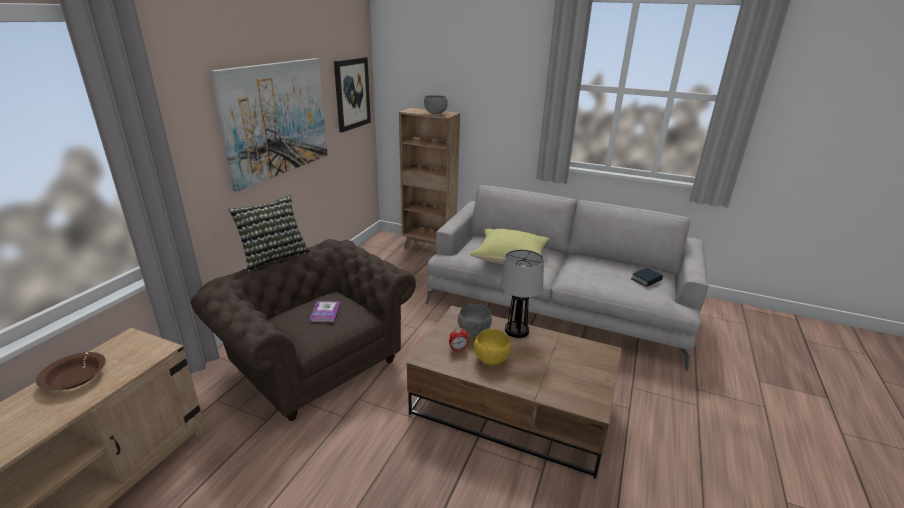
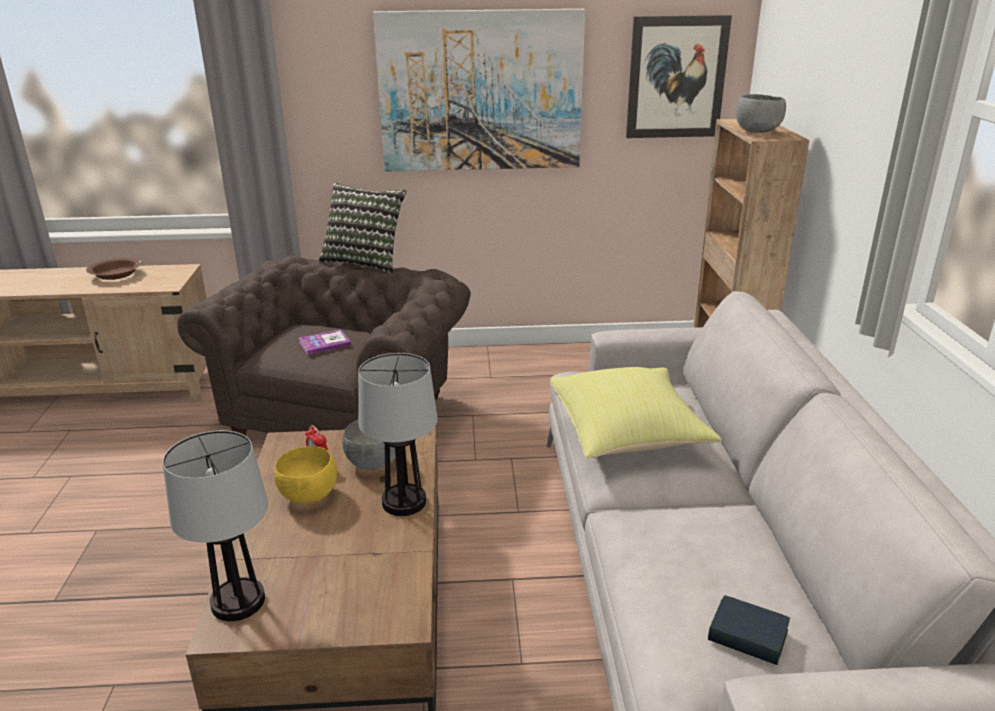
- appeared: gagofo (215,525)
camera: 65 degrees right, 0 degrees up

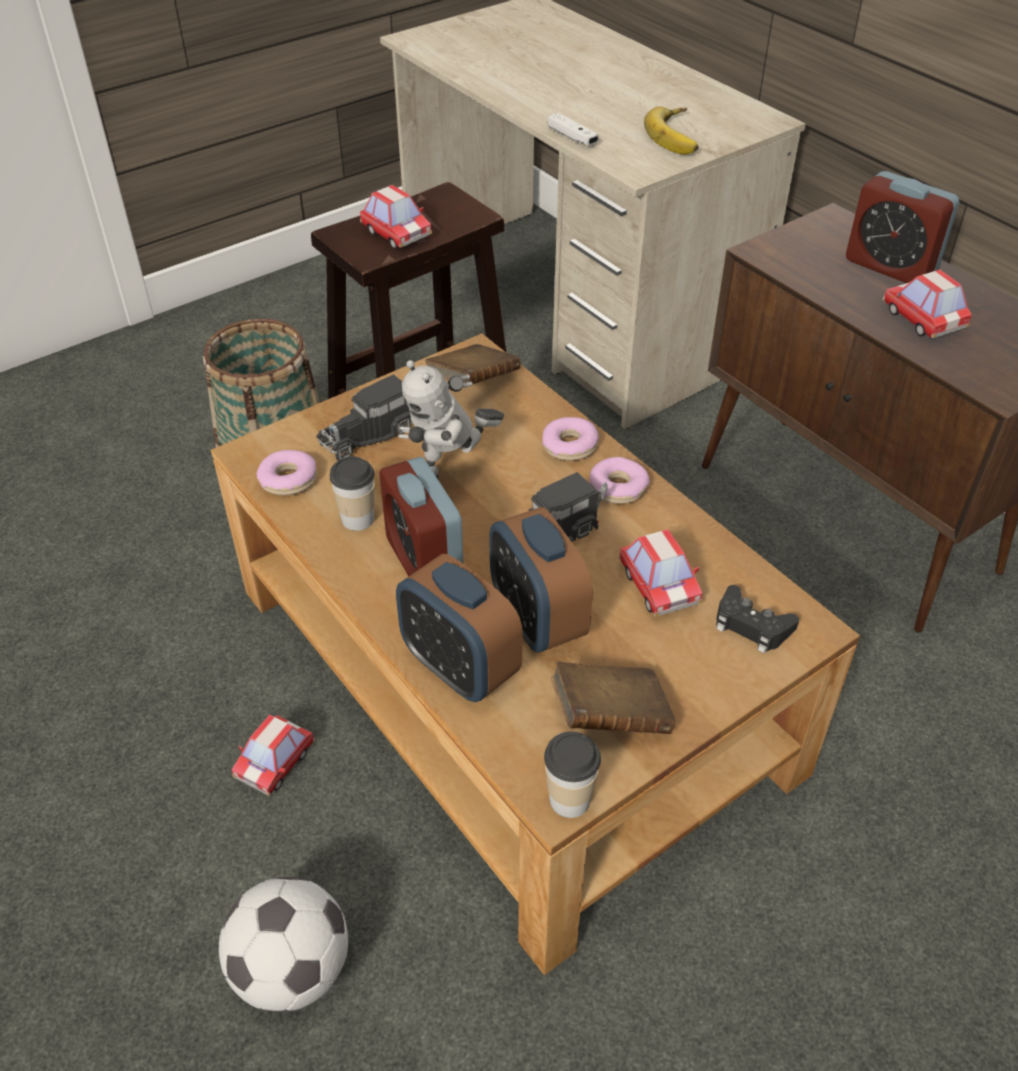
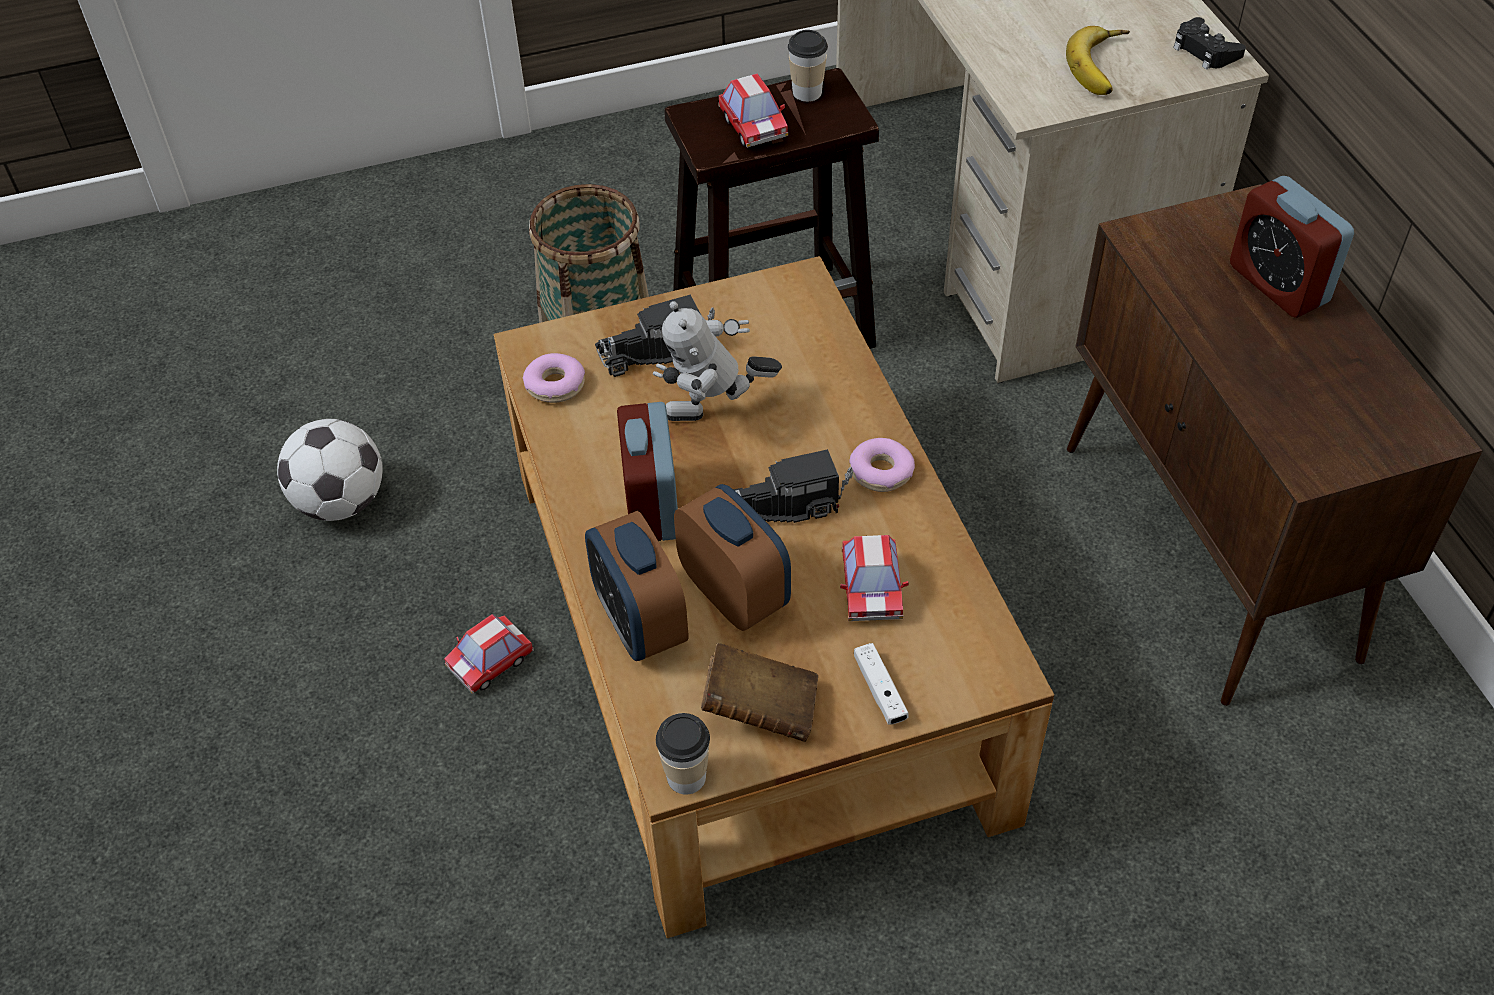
- relocated: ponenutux (283,944) to (330,470)
- spun: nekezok (541,580) = (732,557) 150 degrees clockwise
- relocated: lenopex (352,493) to (808,66)
- relocated: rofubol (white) (573,129) to (881,683)
- relocated: rofubol (black) (757,619) to (1209,43)
- missing: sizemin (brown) (473,364)
- missing: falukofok (570,439)
- missing: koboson (927,304)
camera: 20 degrees right, 5 degrees up

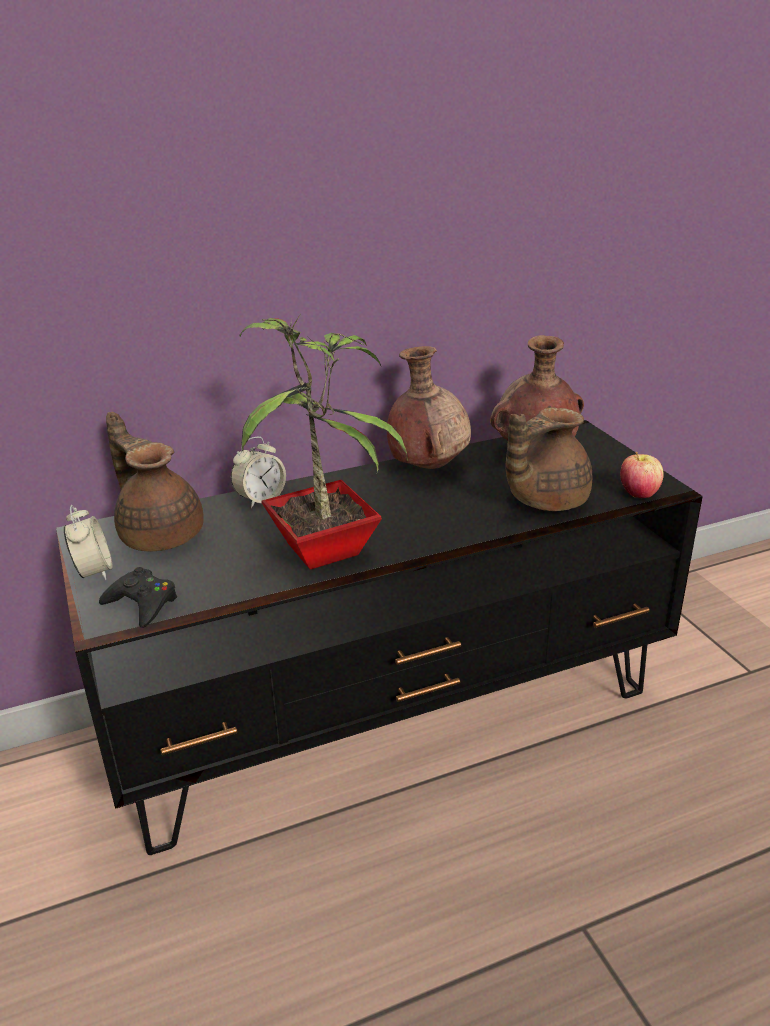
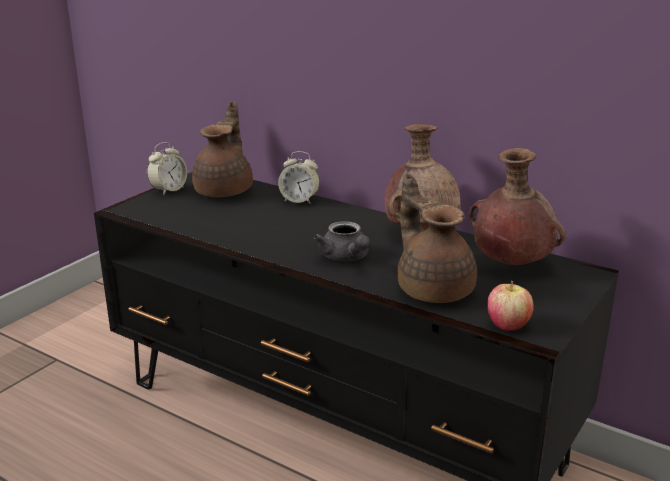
- appeared: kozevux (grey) (342,241)
- spun: kozevux (brown) (548,459) = (437,238) 45 degrees clockwise
- missing: rofubol (black) (138,597)
- missing: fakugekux (324,442)
camera: 55 degrees right, 5 degrees down

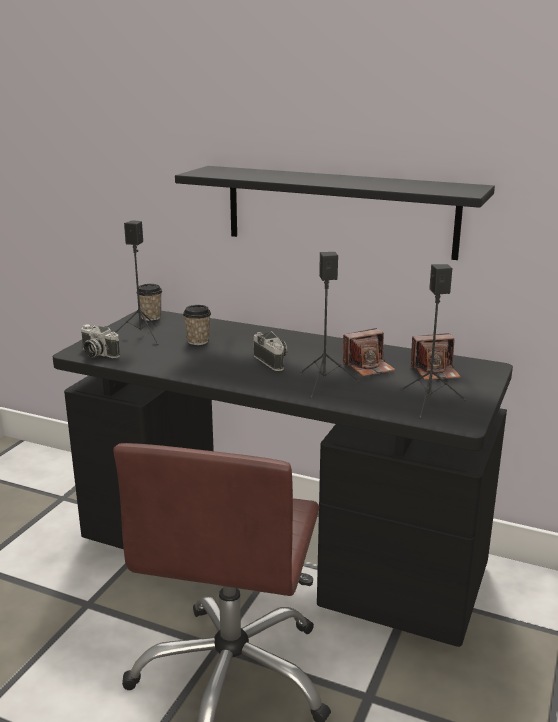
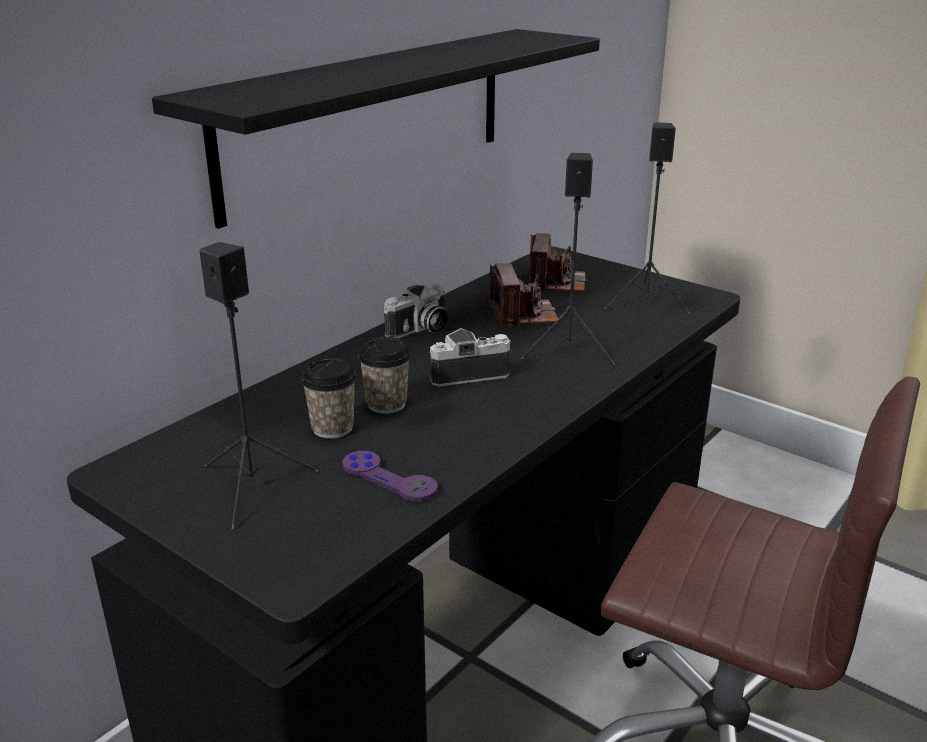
- appeared: rofubol (purple) (390,476)
- relocated: lenopex (149,302) to (384,375)
- relocated: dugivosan (100,341) to (416,311)
camera: 75 degrees left, 5 degrees up

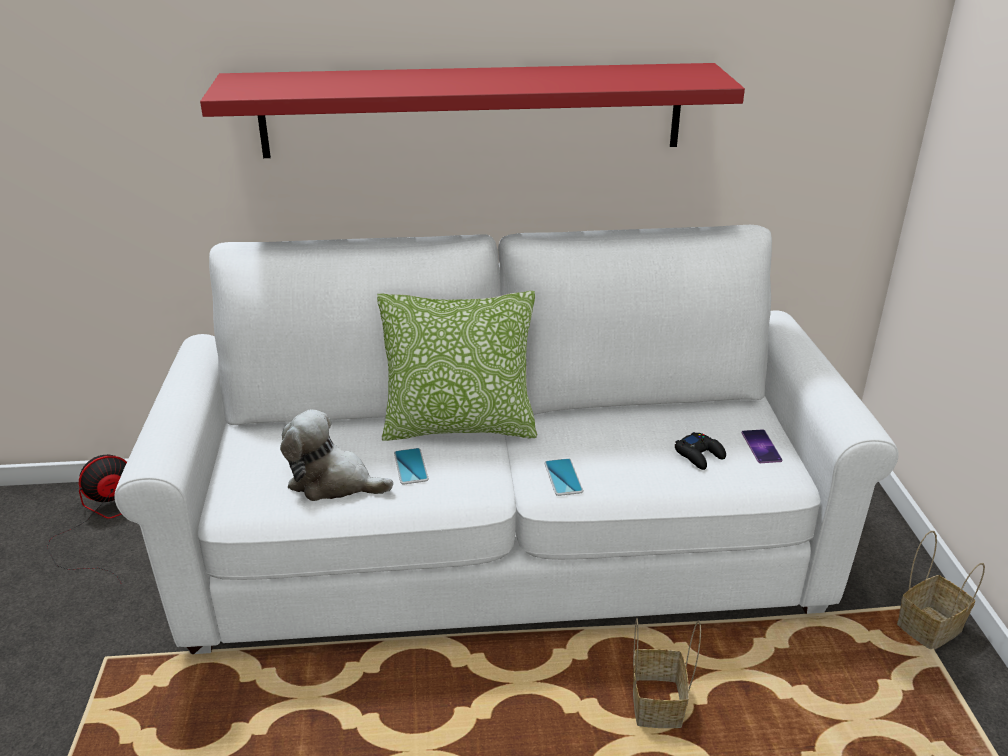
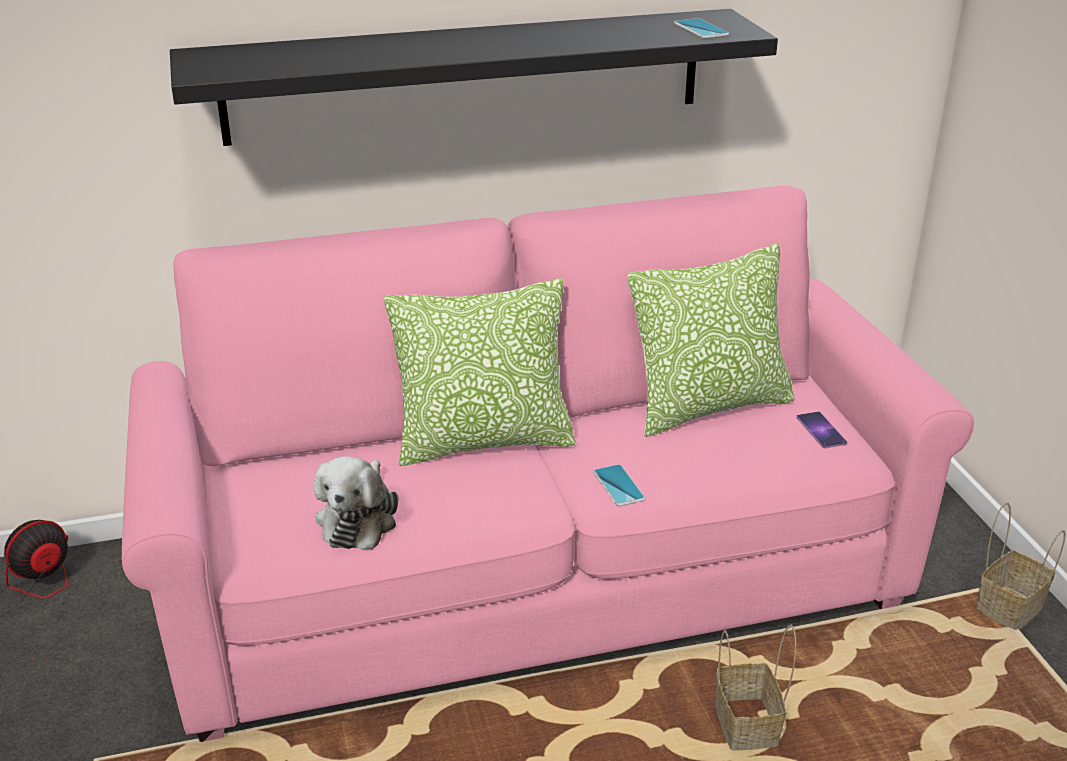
- colour: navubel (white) (506,439) to navubel (pink) (548,464)
- colour: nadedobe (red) (472,110) to nadedobe (black) (474,77)
- spun: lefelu (336,455) = (356,503) 90 degrees counterclockwise
- appeared: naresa (711,340)
- relocated: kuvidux (411,466) to (701,28)
- missing: rofubol (black) (700,451)
camera: 10 degrees left, 0 degrees up

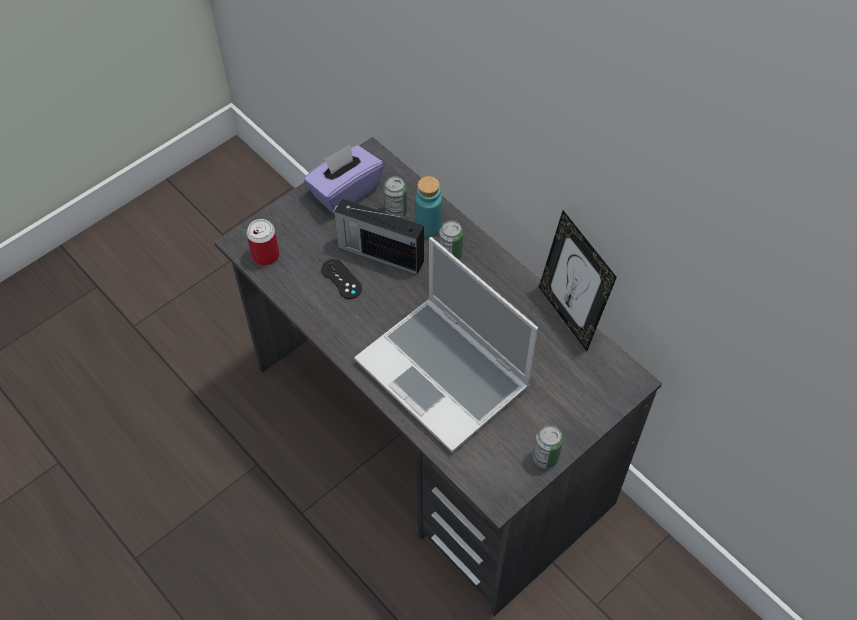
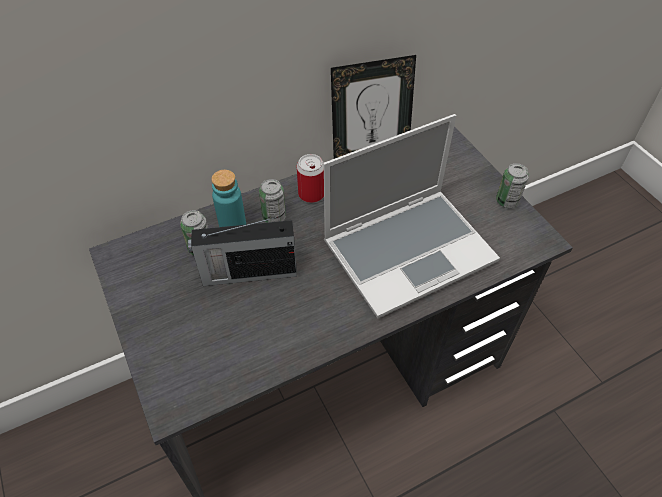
- spun: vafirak (378,236) = (242,251) 45 degrees clockwise
- relocated: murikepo (263,242) to (310,178)
- missing: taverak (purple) (343,179)
- missing: rofubol (black) (341,279)
camera: 75 degrees left, 5 degrees down

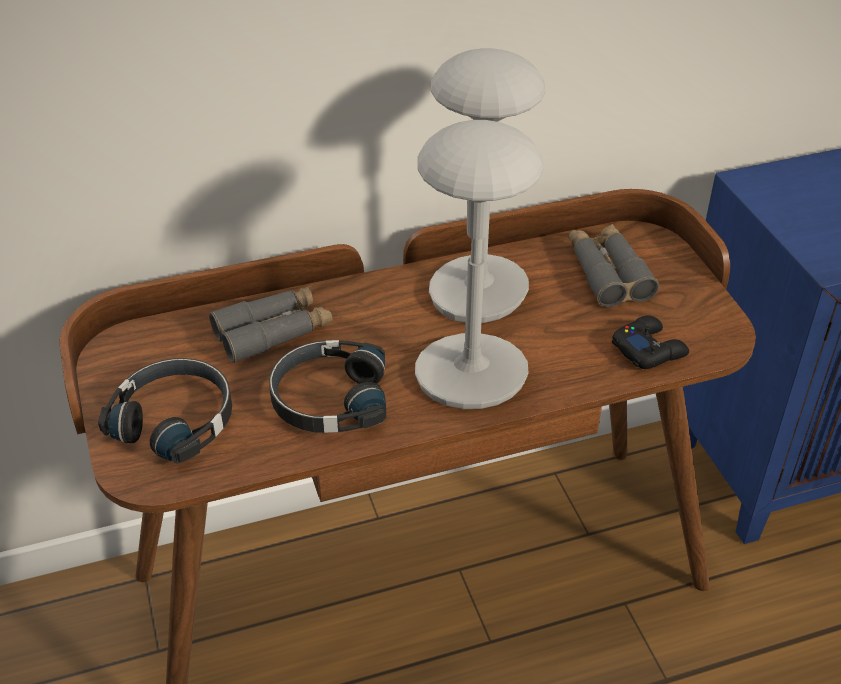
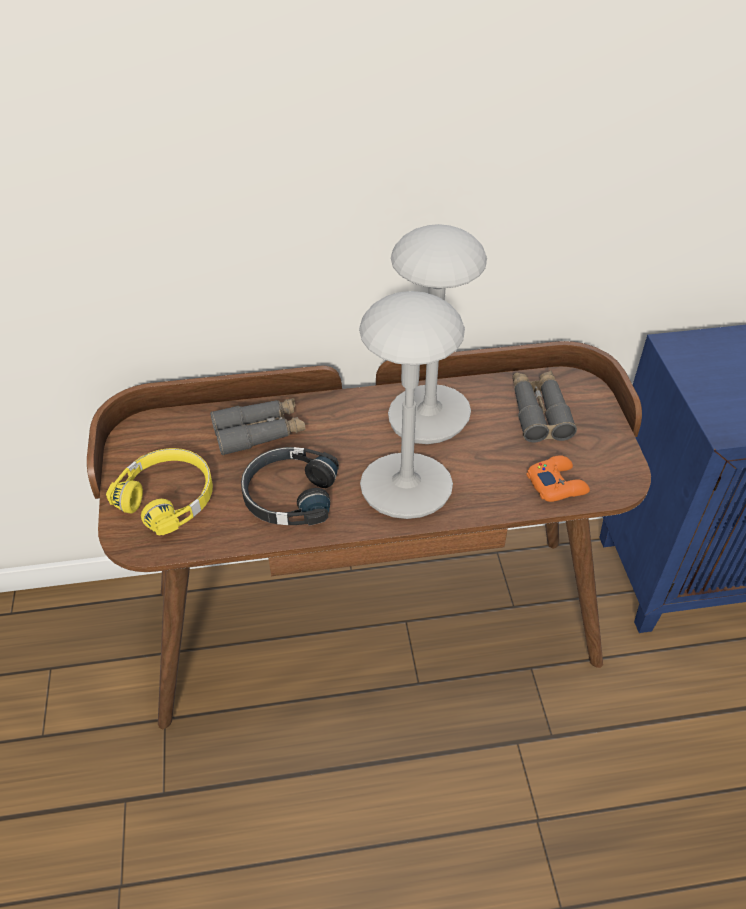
- colour: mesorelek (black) (165,411) to mesorelek (yellow) (159,491)
- colour: rofubol (black) (650,342) to rofubol (orange) (558,478)
camera: 10 degrees right, 5 degrees up

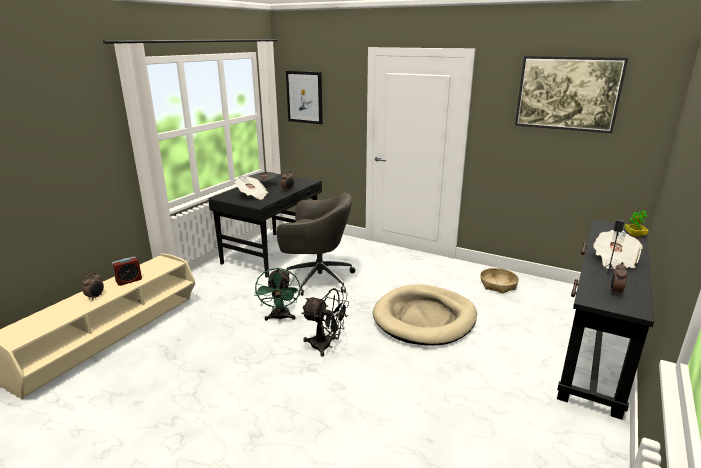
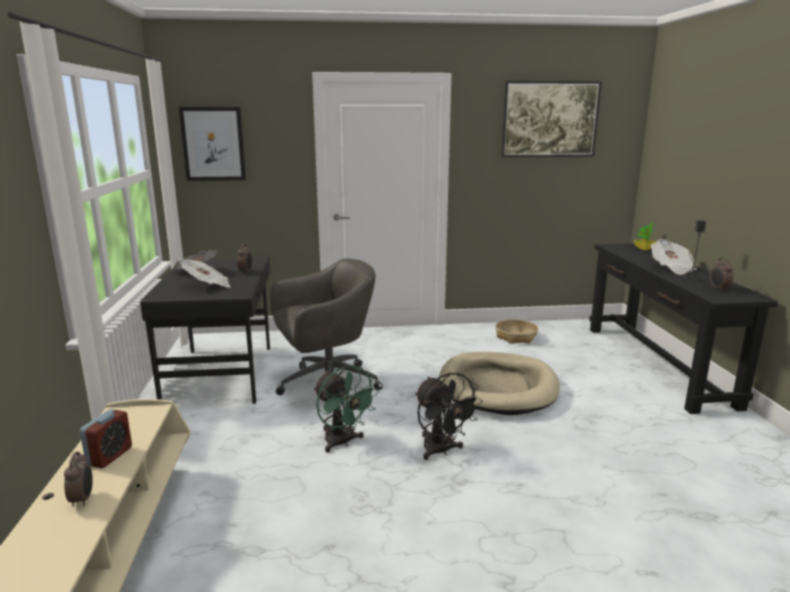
- spun: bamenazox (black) (325,322) = (449,416) 75 degrees clockwise
camera: 35 degrees left, 5 degrees down

